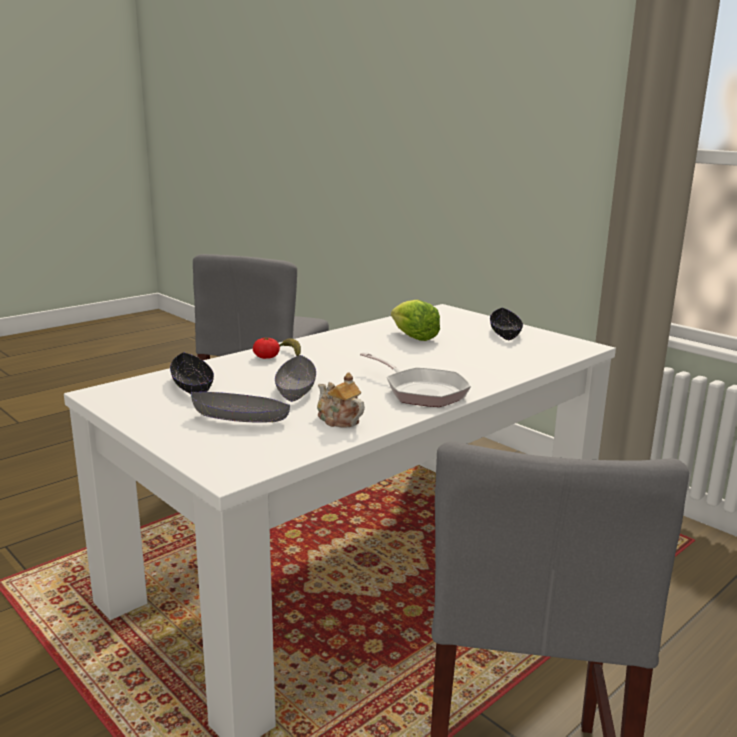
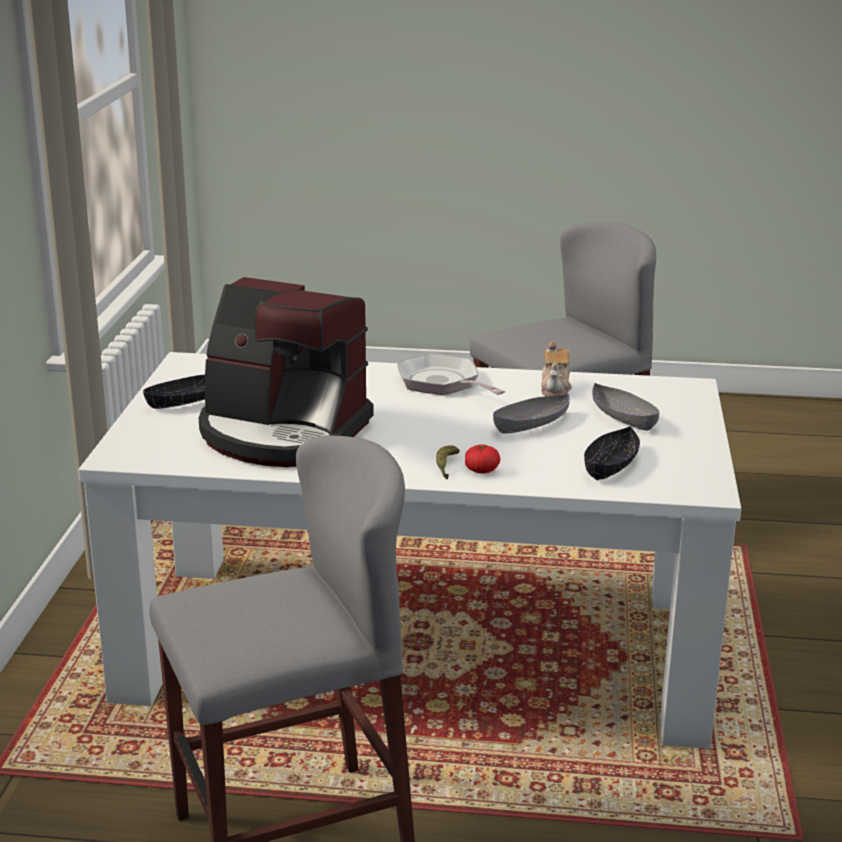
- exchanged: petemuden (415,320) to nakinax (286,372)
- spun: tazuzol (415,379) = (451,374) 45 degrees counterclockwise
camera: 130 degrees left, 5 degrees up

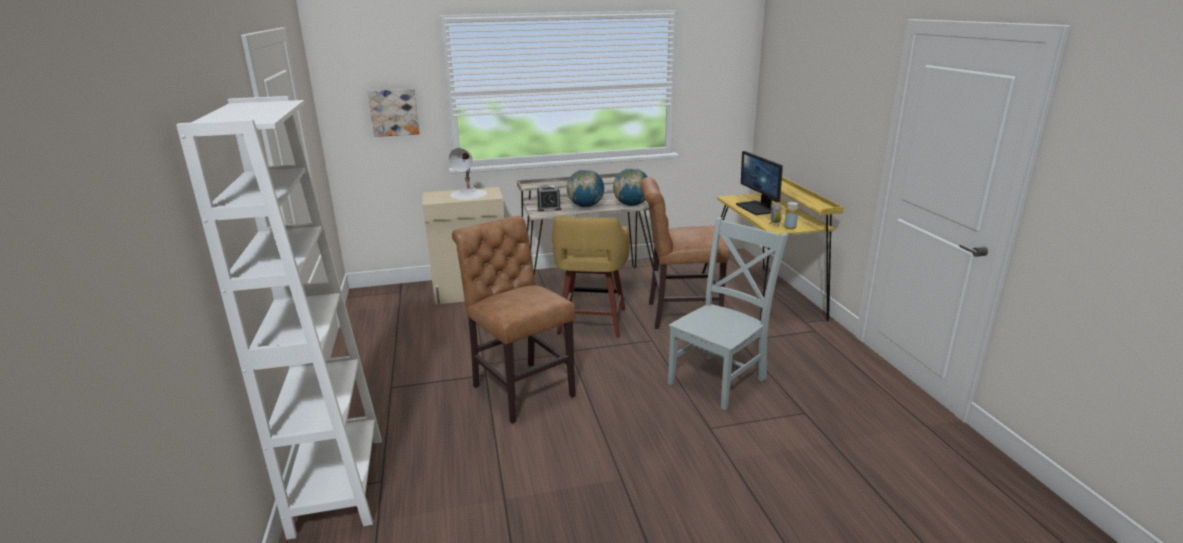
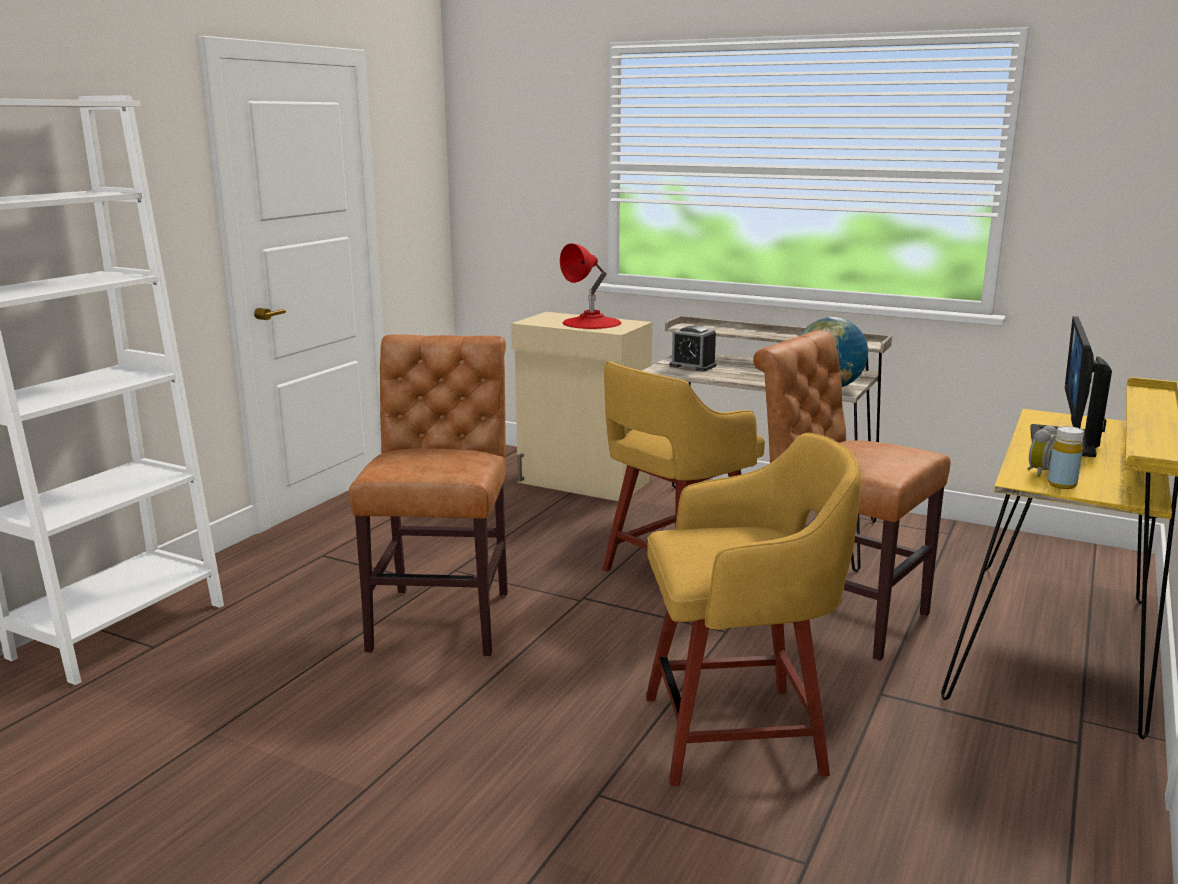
- colour: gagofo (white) (468,174) to gagofo (red) (591,286)
- exchanged: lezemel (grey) (728,313) to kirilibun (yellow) (753,609)
- missing: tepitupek (394,113)
- missing: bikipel (585,188)
camera: 40 degrees right, 5 degrees down

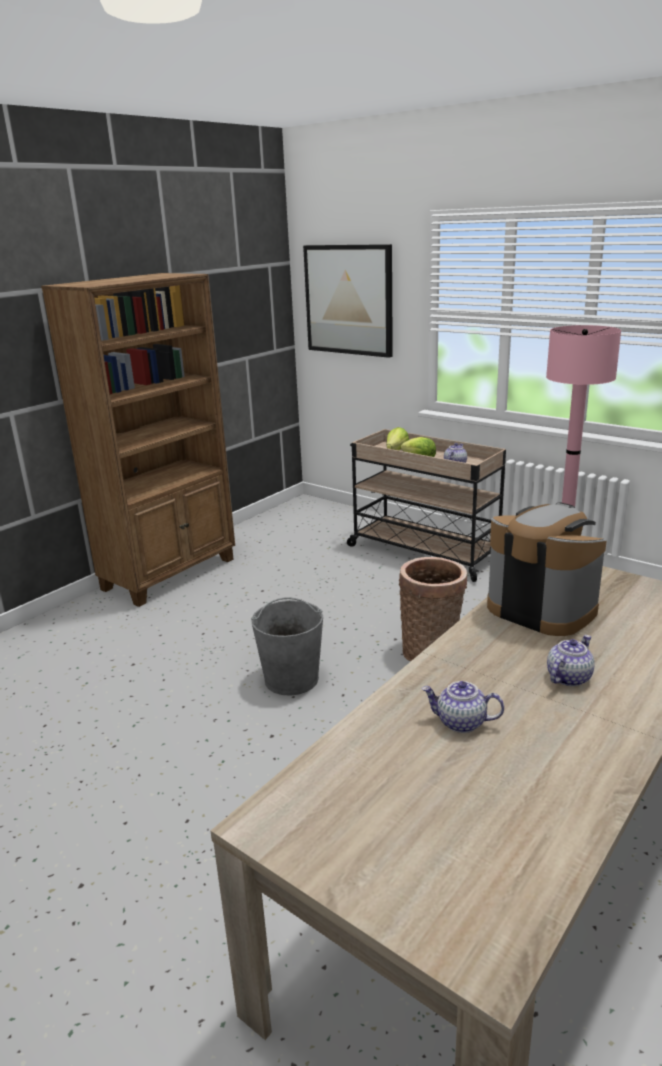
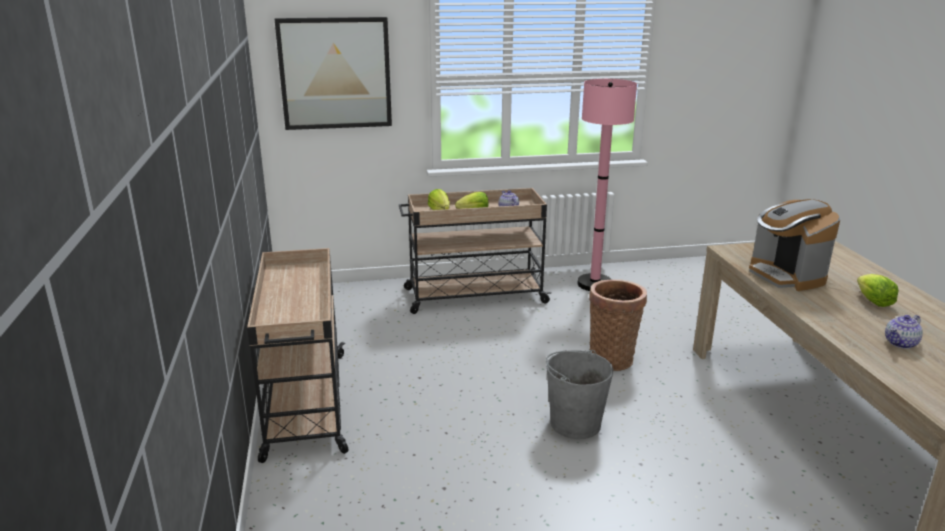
- exchanged: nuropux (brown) (138,440) to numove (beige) (297,355)
- spun: nakinax (547,569) = (794,245) 105 degrees counterclockwise
- exchanged: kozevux (571,660) to petemuden (878,290)
camera: 50 degrees left, 0 degrees up

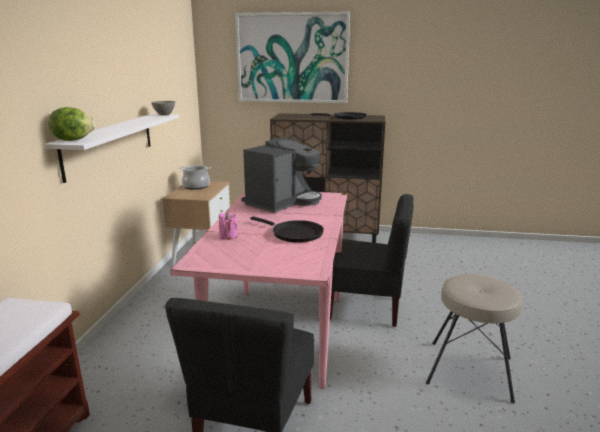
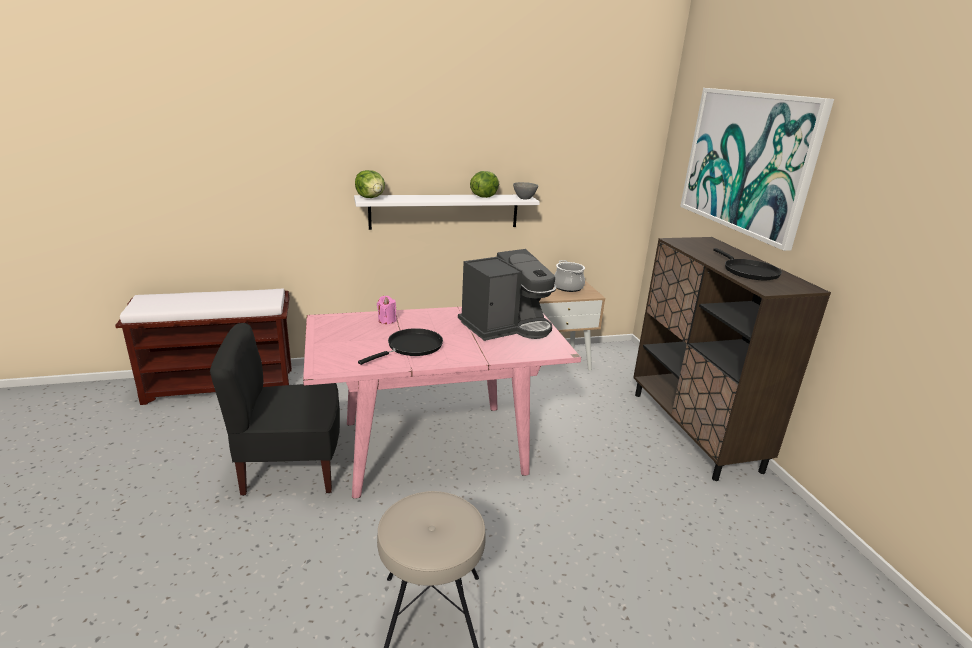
- spun: tazuzol (black) (287,230) = (400,346) 150 degrees counterclockwise
- spun: nakinax (282,175) = (507,295) 45 degrees counterclockwise
- appeared: petemuden (484,184)
- missing: lezemel (black) (372,260)
camera: 65 degrees right, 5 degrees up

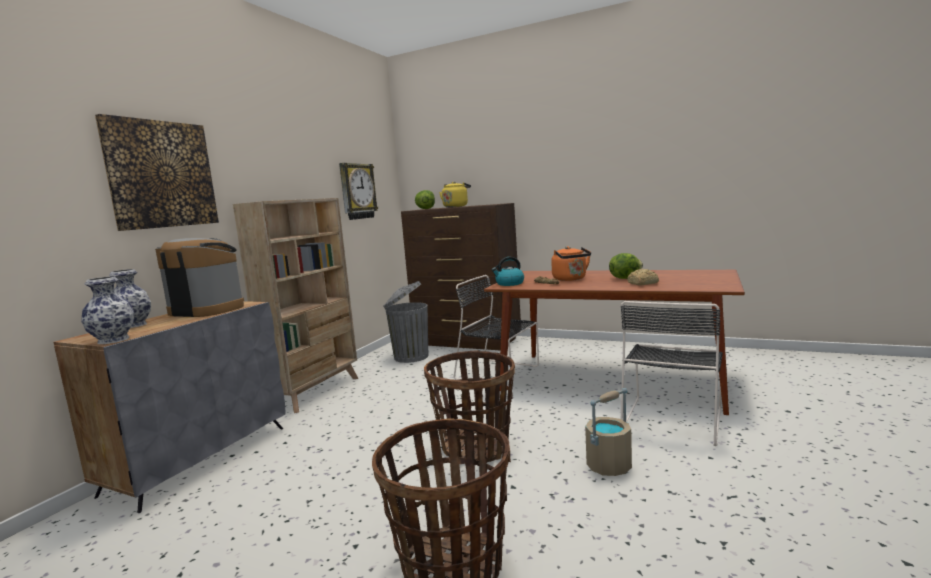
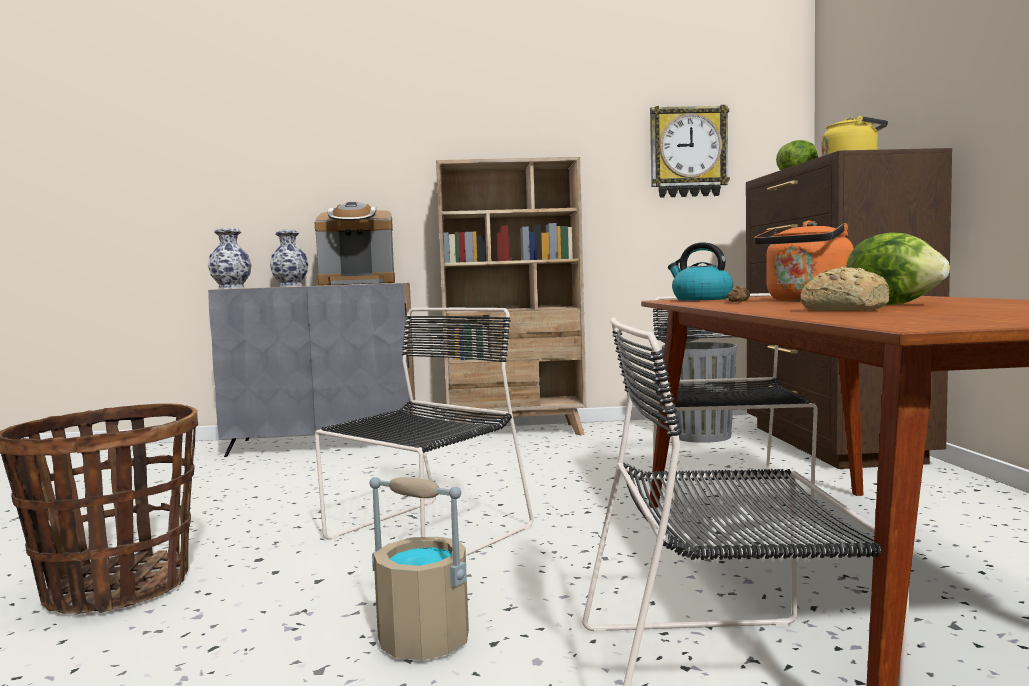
- spun: nakinax (199,277) = (355,244) 90 degrees clockwise
- exchanged: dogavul (469,406) to lezemel (black) (424,432)
- missing: tepitupek (157,172)
camera: 60 degrees right, 5 degrees down

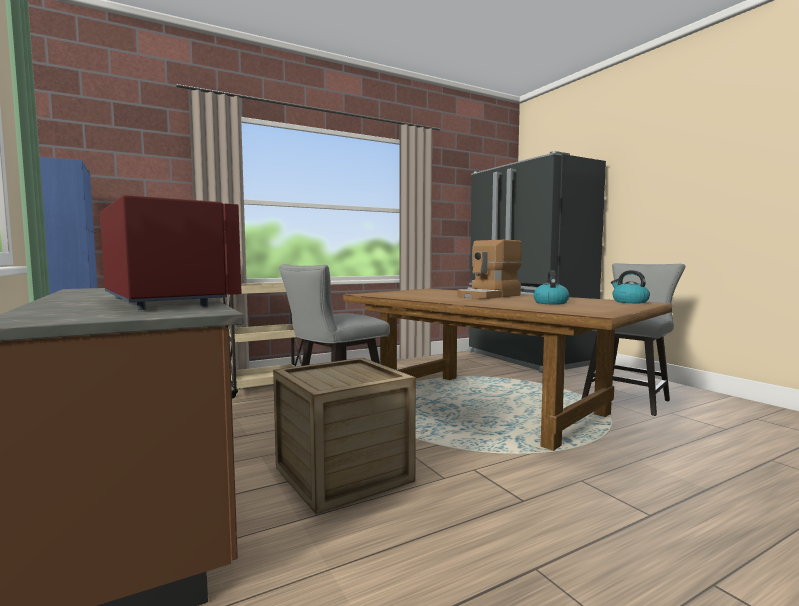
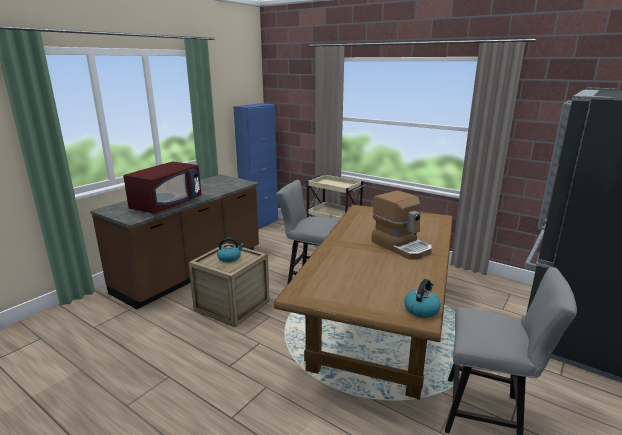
- relocated: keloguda (551,287) to (230,250)
- spun: nakinax (489,269) = (401,225) 150 degrees counterclockwise
camera: 65 degrees right, 15 degrees up

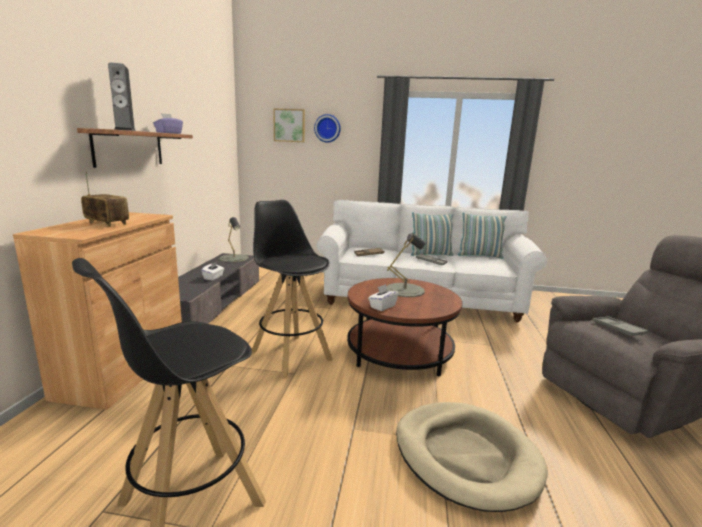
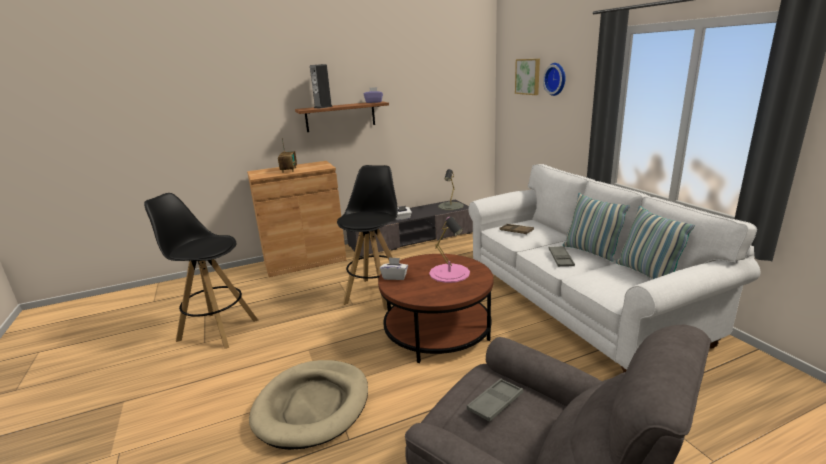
- colour: gagofo (grey) (406,265) to gagofo (pink) (449,250)
camera: 60 degrees right, 5 degrees up

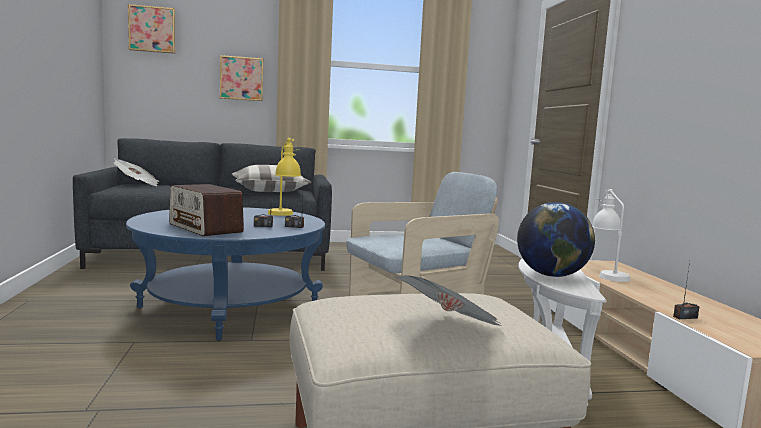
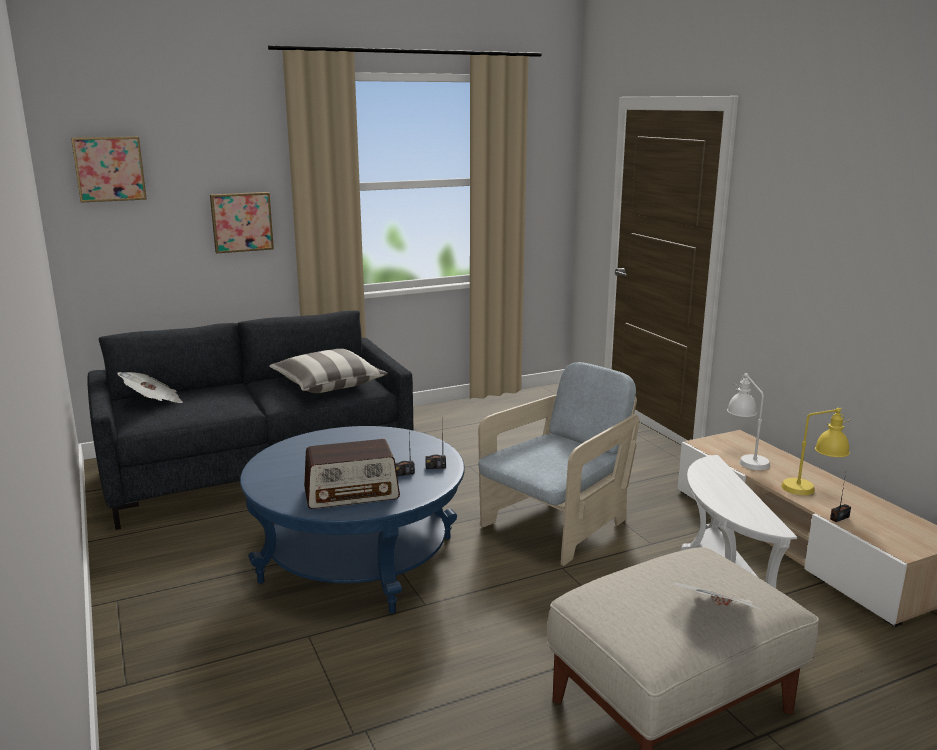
- spun: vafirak (206,210) = (352,474) 45 degrees counterclockwise
- relocated: gagofo (yellow) (284,177) to (815,451)
- missing: bikipel (556,239)
camera: 15 degrees left, 10 degrees up

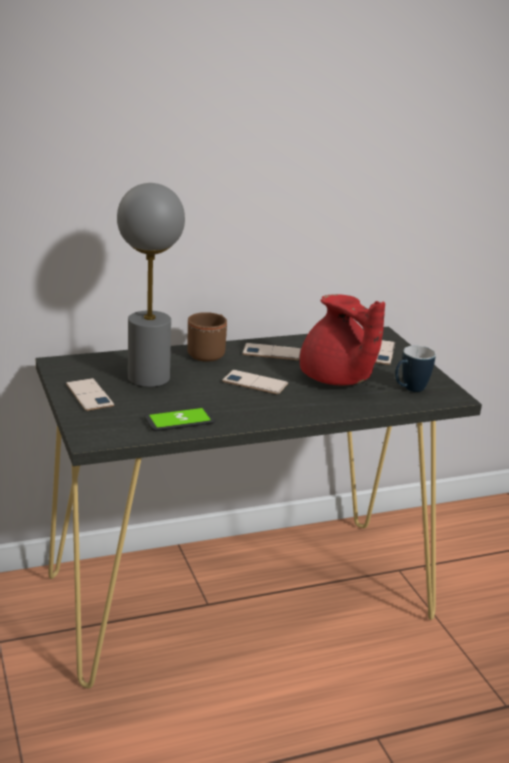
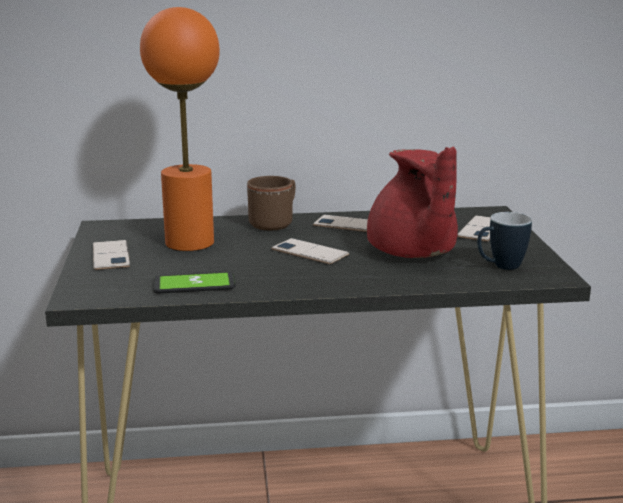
- colour: gagofo (grey) (151,285) to gagofo (orange) (180,129)
camera: 15 degrees right, 5 degrees down

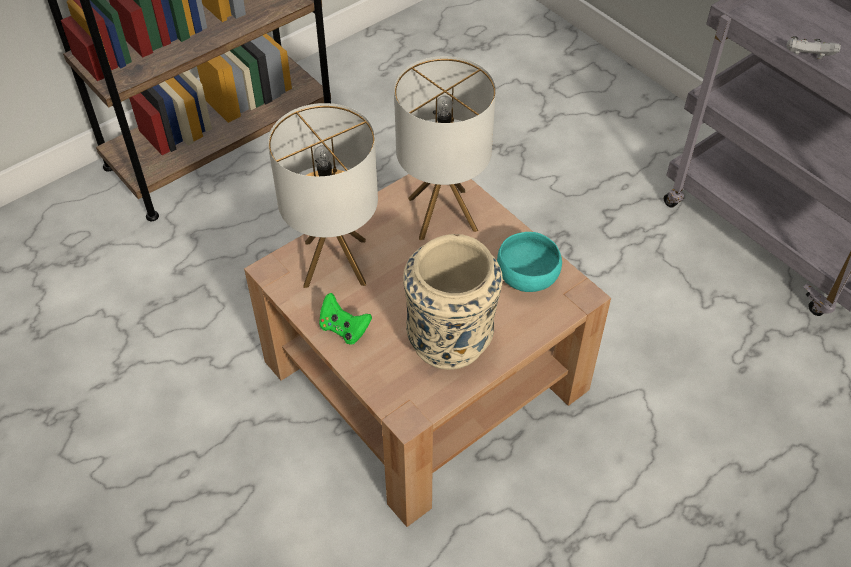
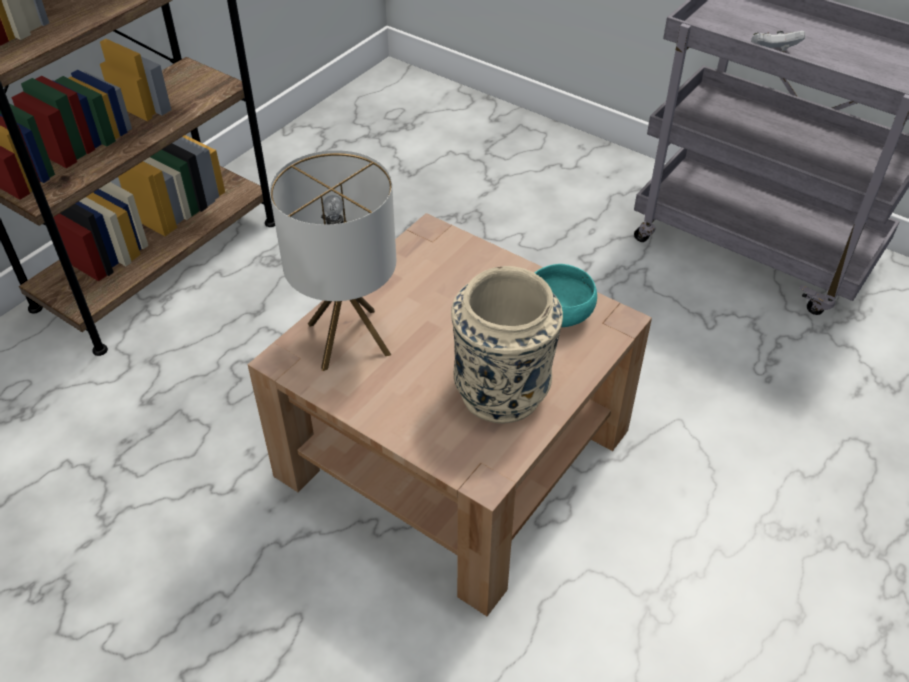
- missing: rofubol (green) (345,318)
- missing: gagofo (445,148)
camera: 15 degrees left, 5 degrees down

